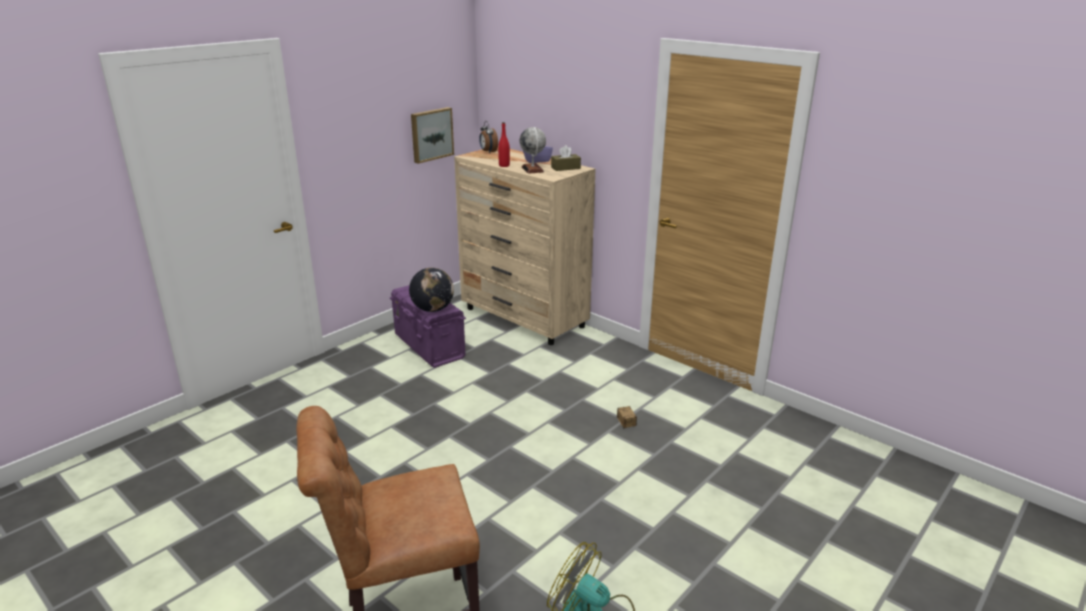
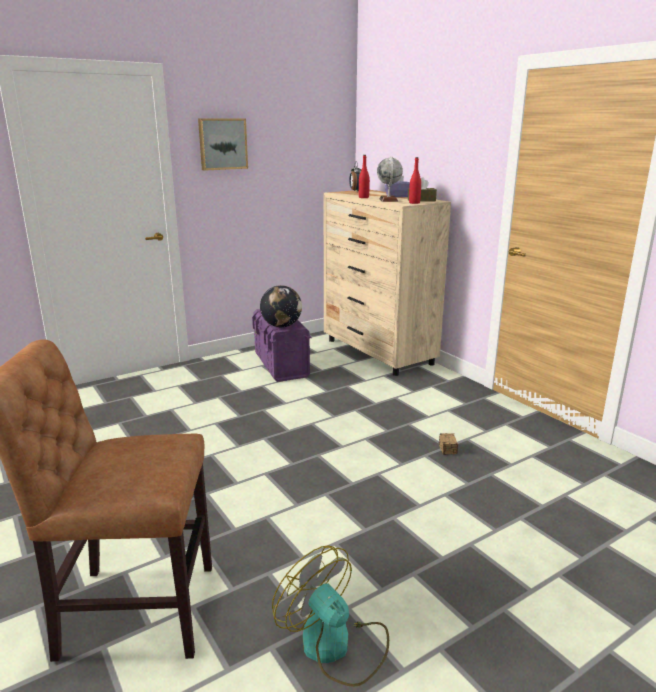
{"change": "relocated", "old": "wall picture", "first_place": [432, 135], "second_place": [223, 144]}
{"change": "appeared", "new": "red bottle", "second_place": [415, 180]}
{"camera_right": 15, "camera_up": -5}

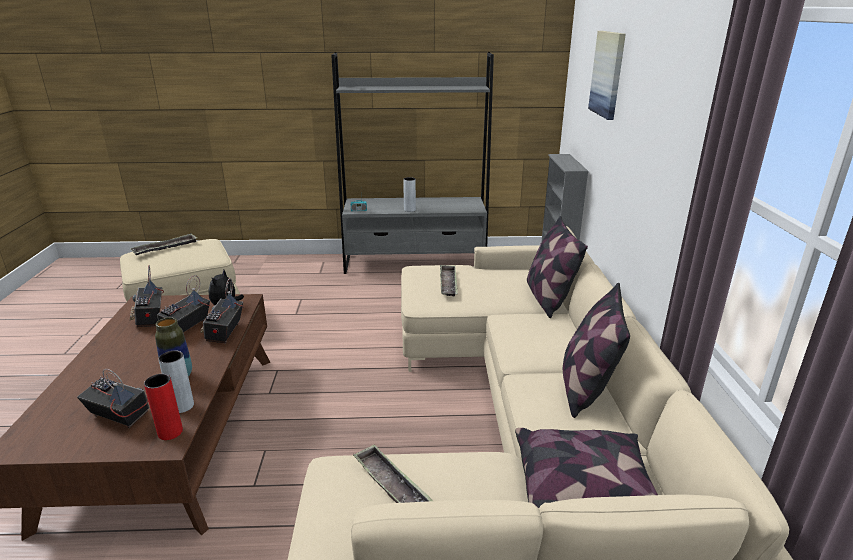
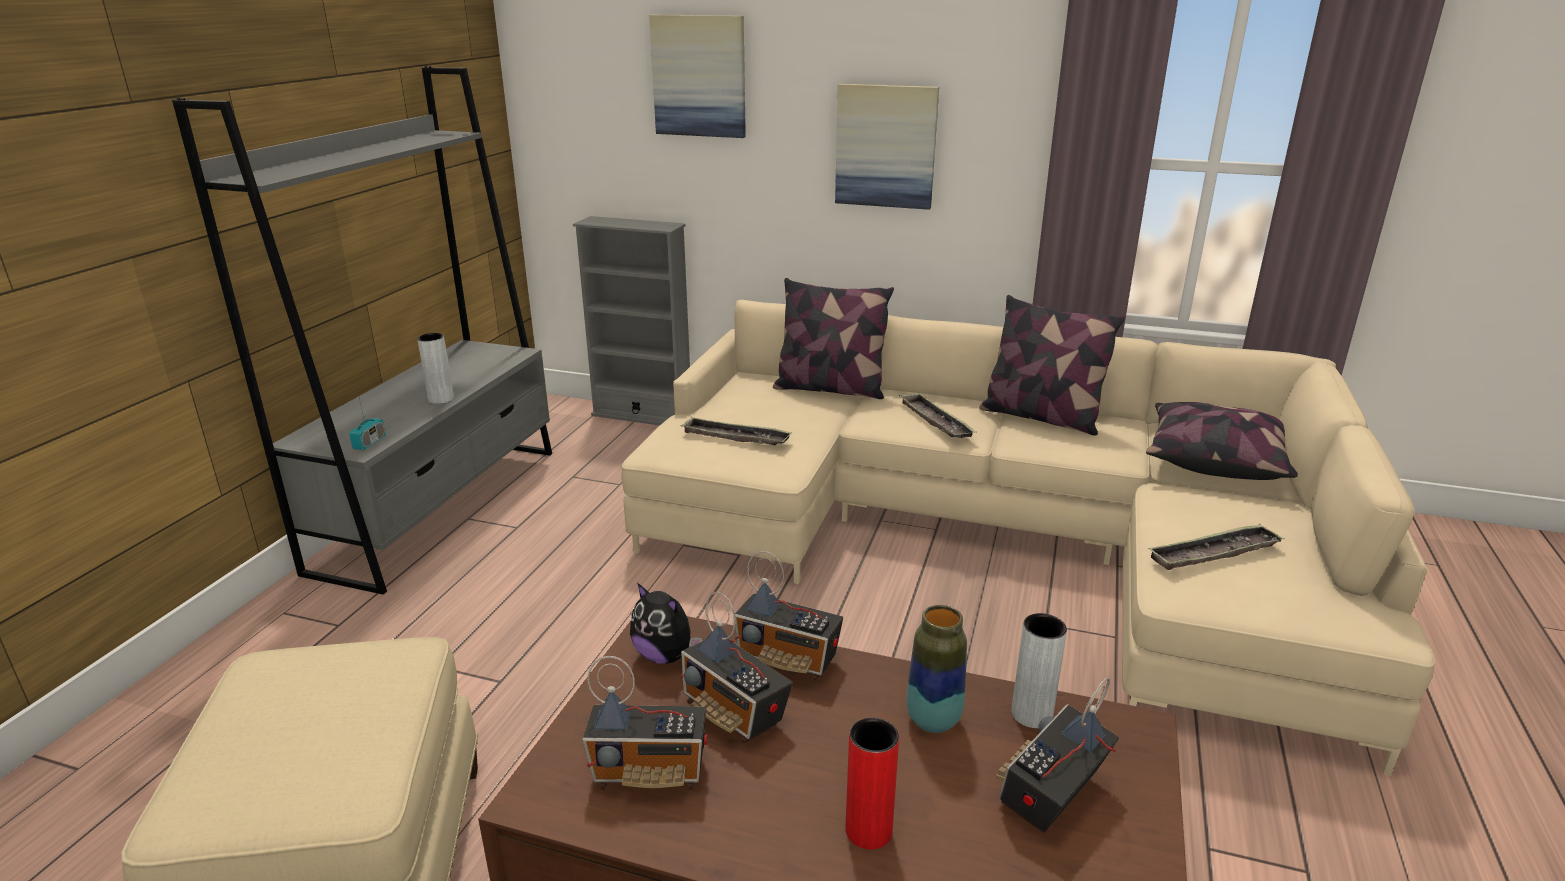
{"change": "appeared", "new": "wall picture", "second_place": [887, 147]}
{"change": "relocated", "old": "red flower vase", "first_place": [163, 407], "second_place": [872, 783]}
{"change": "relocated", "old": "tray", "first_place": [163, 244], "second_place": [938, 415]}
{"camera_right": -70, "camera_up": 0}

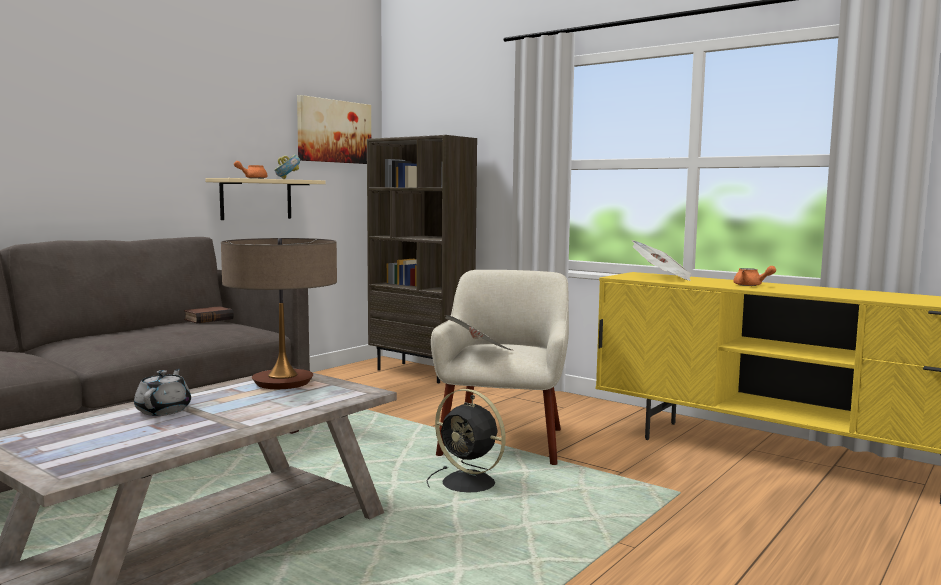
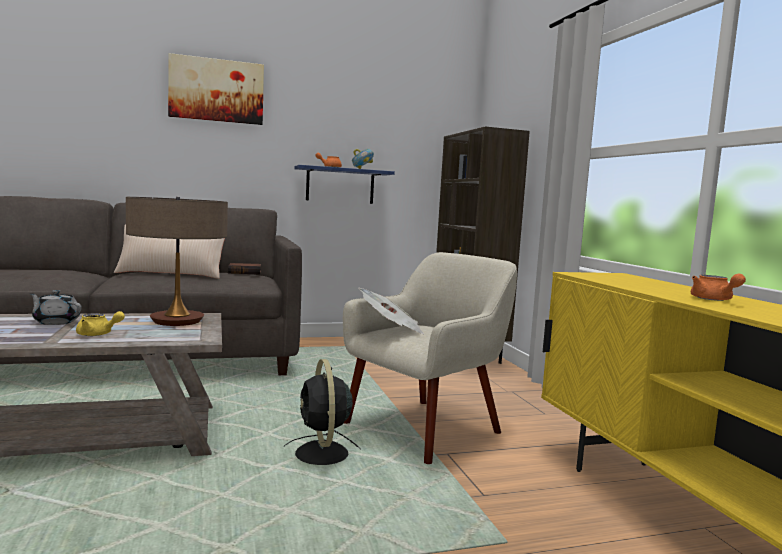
{"change": "spun", "old": "greyish pot for tea", "first_place": [162, 392], "second_place": [56, 307], "degrees": -105}
{"change": "appeared", "new": "yellowish pot for tea", "second_place": [100, 323]}
{"change": "appeared", "new": "beige throw pillow", "second_place": [169, 251]}
{"change": "relocated", "old": "wall picture", "first_place": [334, 129], "second_place": [216, 89]}
{"change": "colour", "old": "beige wall shelf", "new": "blue wall shelf", "first_place": [265, 199], "second_place": [344, 184]}
{"change": "missing", "old": "printed paper", "first_place": [661, 260]}
{"camera_right": 35, "camera_up": 0}

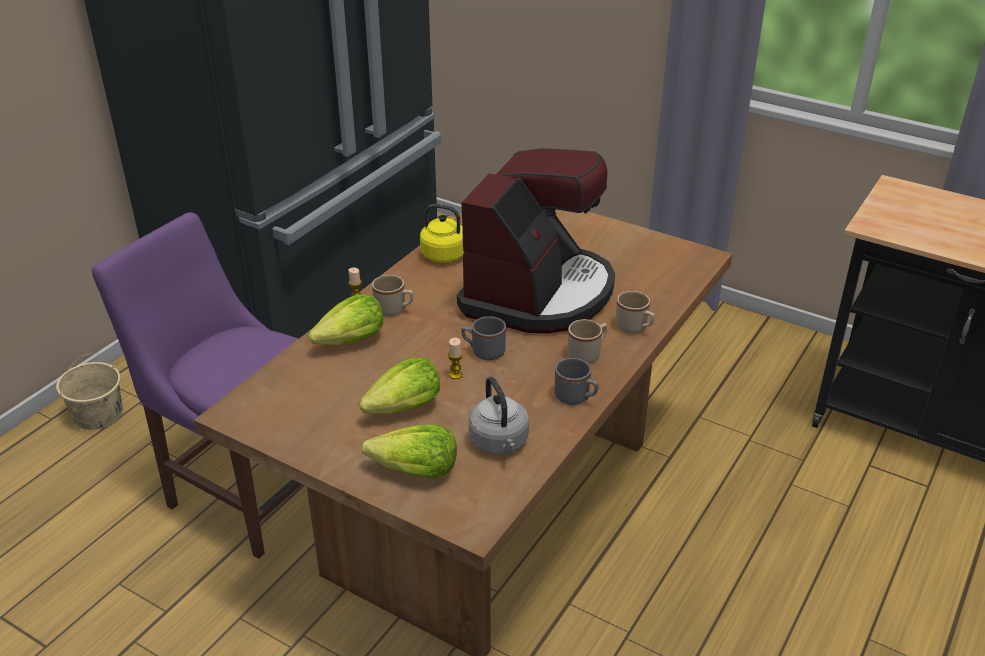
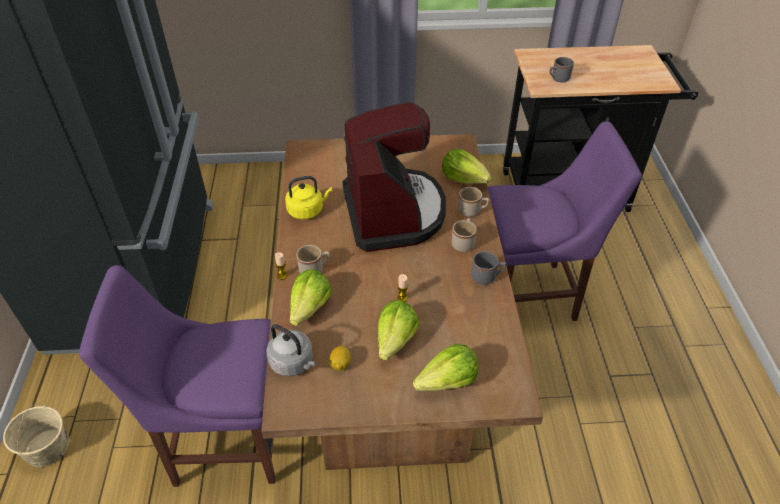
{"change": "relocated", "old": "greyish water kettle", "first_place": [499, 415], "second_place": [291, 350]}
{"change": "appeared", "new": "lemon", "second_place": [340, 358]}
{"change": "appeared", "new": "head of lettuce", "second_place": [467, 166]}
{"change": "appeared", "new": "purple plain chair", "second_place": [564, 221]}
{"change": "relocated", "old": "greyish tea mug", "first_place": [483, 338], "second_place": [561, 70]}
{"camera_right": -35, "camera_up": 10}

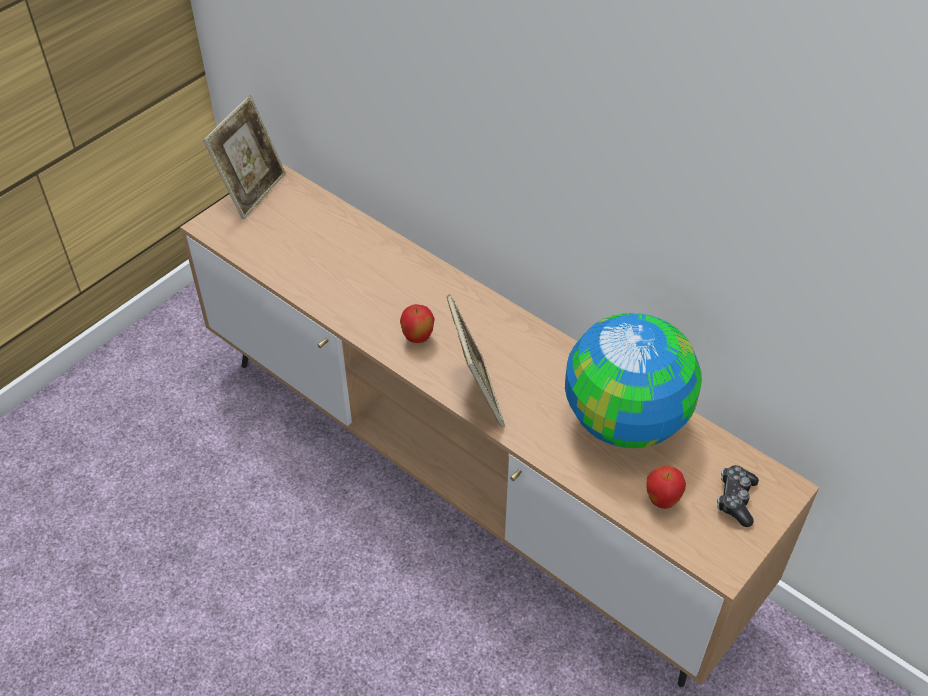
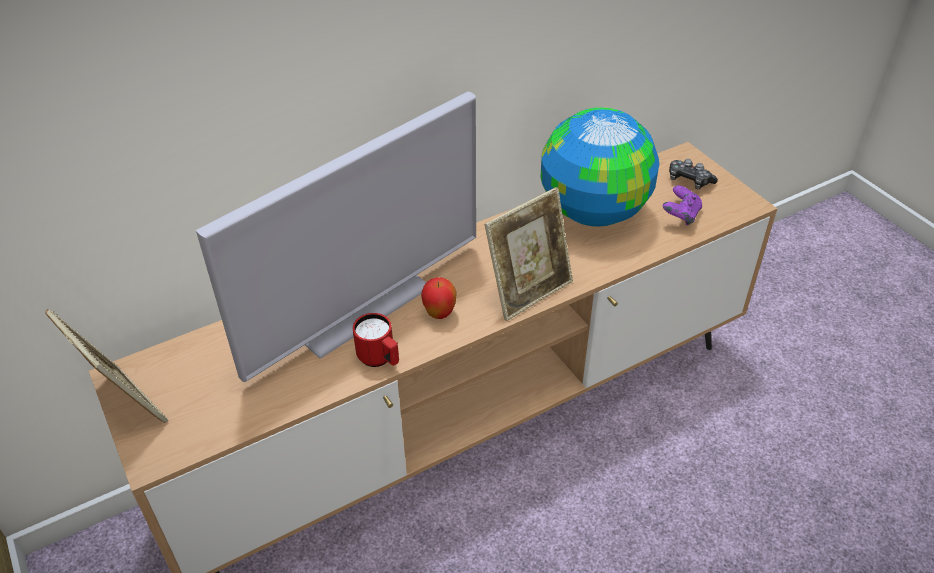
{"change": "appeared", "new": "television", "second_place": [336, 237]}
{"change": "appeared", "new": "red tea mug", "second_place": [376, 340]}
{"change": "spun", "old": "picture frame", "first_place": [476, 360], "second_place": [529, 254], "degrees": 135}
{"change": "exchanged", "old": "apple fruit", "new": "purple game controller", "first_place": [666, 487], "second_place": [682, 205]}
{"camera_right": -70, "camera_up": -5}

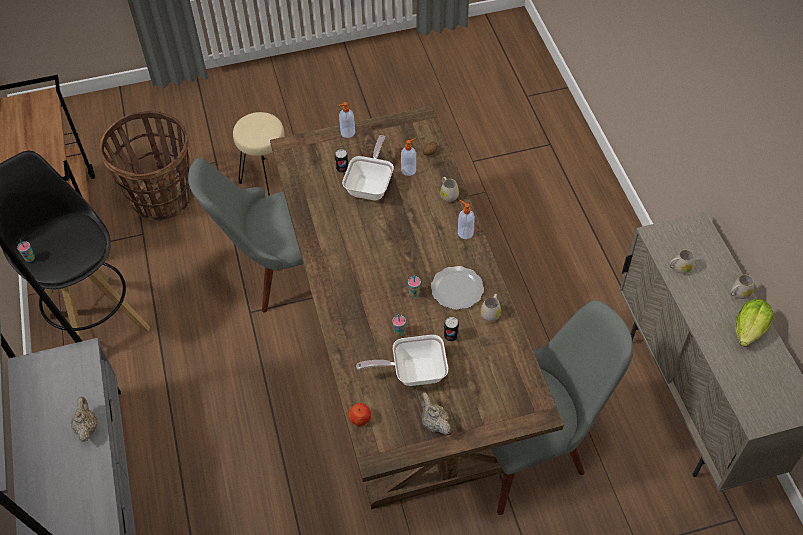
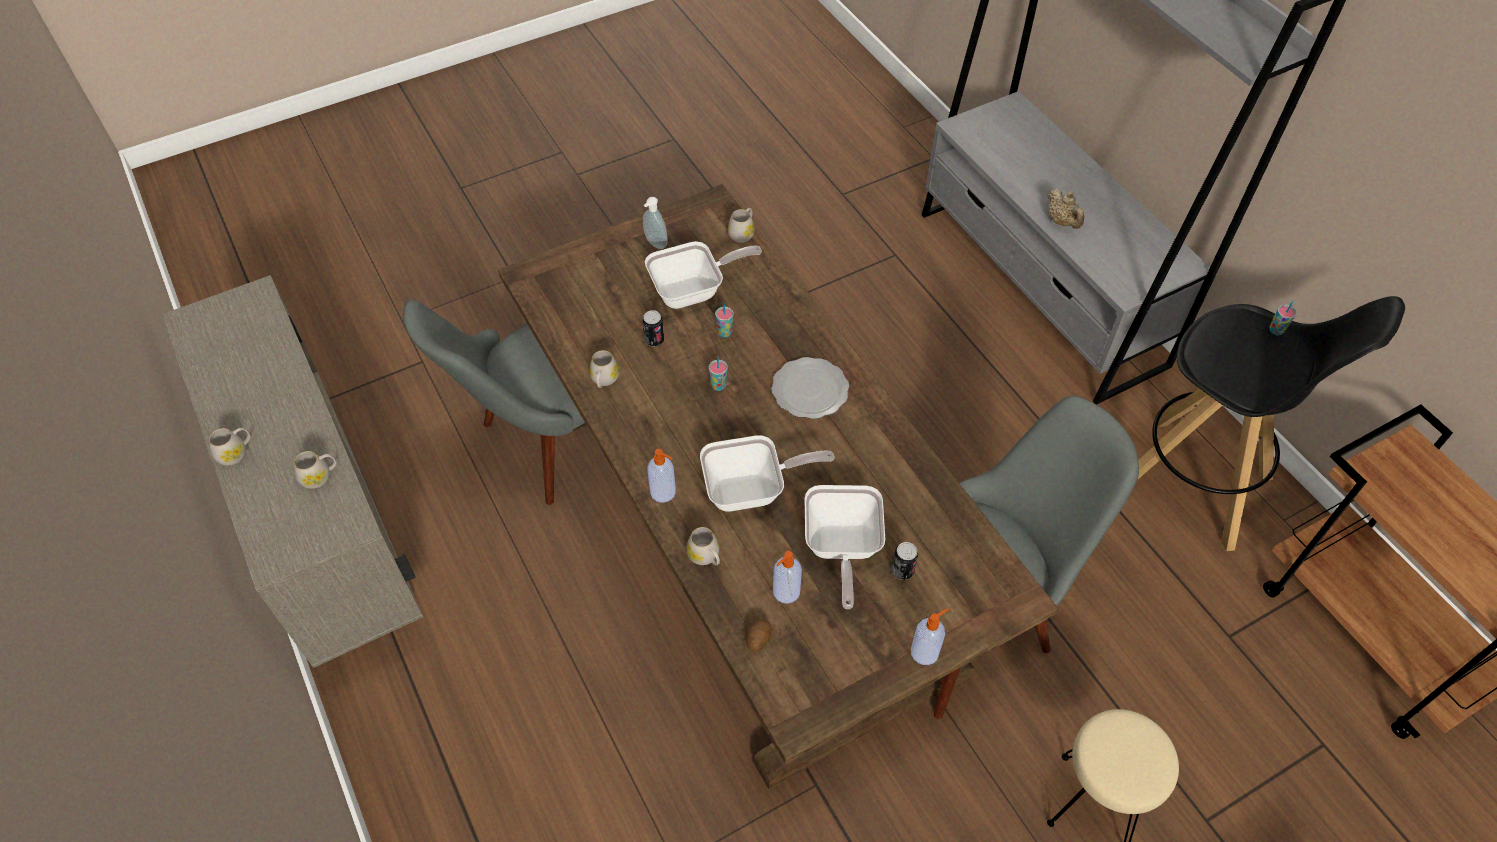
{"change": "exchanged", "old": "beige pot for tea", "new": "soap bottle", "first_place": [435, 413], "second_place": [655, 223]}
{"change": "appeared", "new": "skillet", "second_place": [767, 473]}
{"change": "exchanged", "old": "apple fruit", "new": "white-coloured tea mug", "first_place": [359, 414], "second_place": [741, 225]}
{"change": "relocated", "old": "plate", "first_place": [457, 288], "second_place": [810, 388]}
{"change": "missing", "old": "storage basket", "first_place": [146, 166]}
{"change": "missing", "old": "head of lettuce", "first_place": [754, 323]}
{"camera_right": 165, "camera_up": 0}

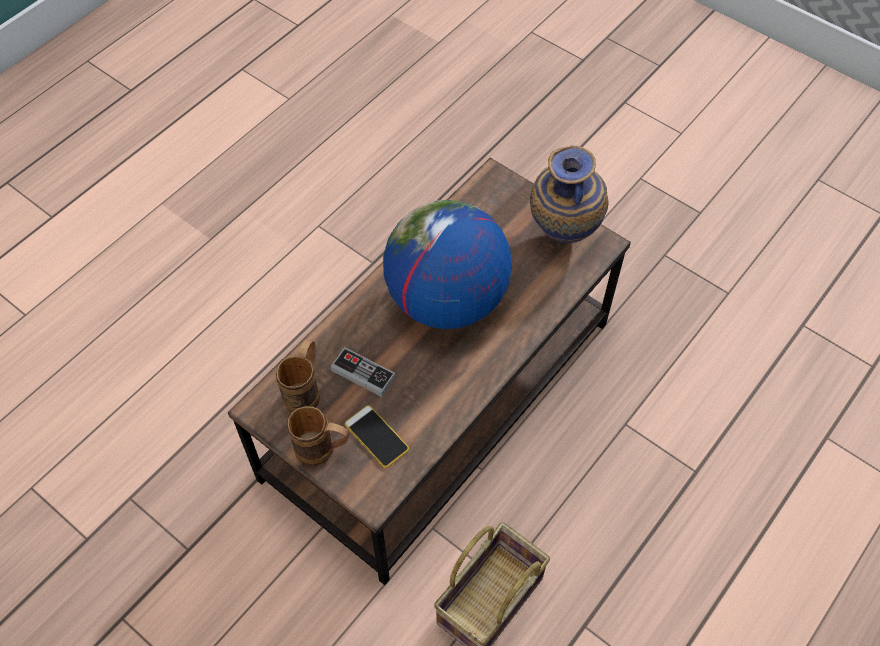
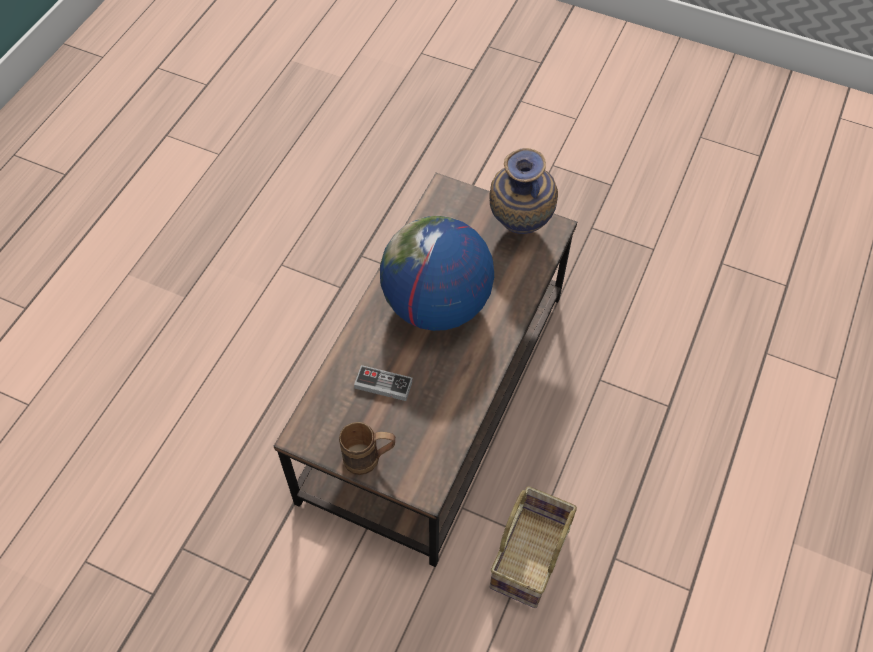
{"change": "missing", "old": "brown tea mug", "first_place": [298, 375]}
{"change": "missing", "old": "handset", "first_place": [377, 436]}
{"camera_right": -15, "camera_up": 0}

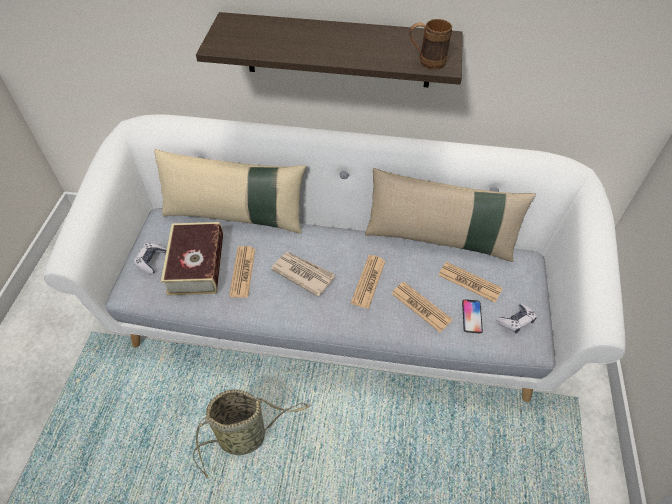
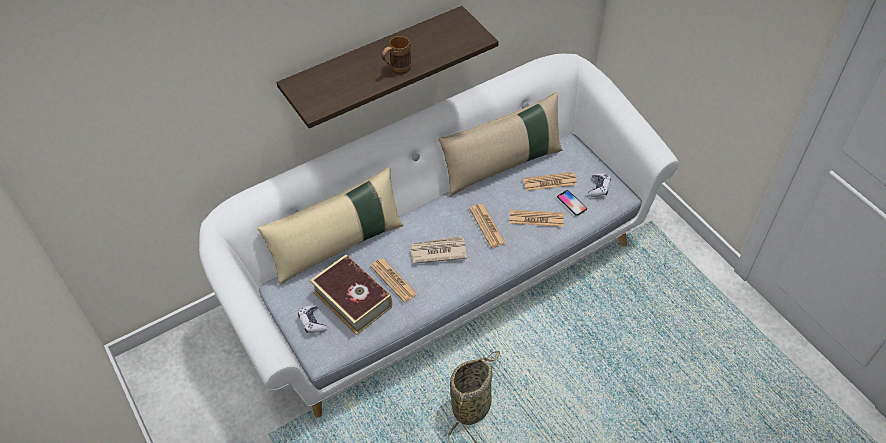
{"change": "relocated", "old": "brown tea mug", "first_place": [430, 44], "second_place": [396, 55]}
{"camera_right": -40, "camera_up": 0}

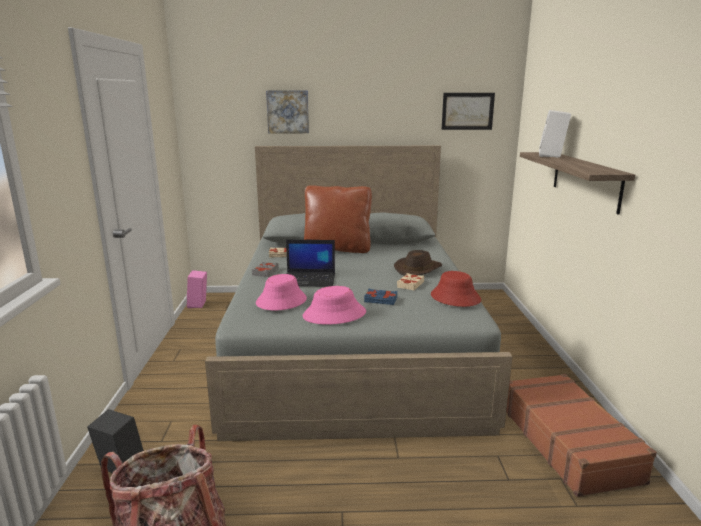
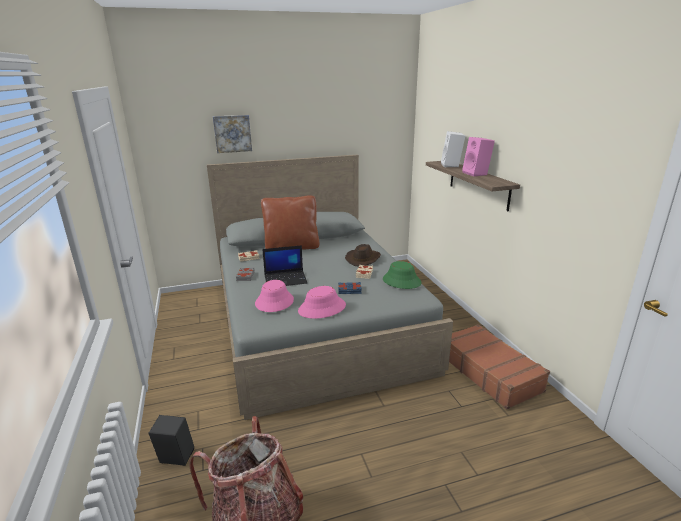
{"change": "colour", "old": "red clothing hat", "new": "greenish clothing hat", "first_place": [456, 289], "second_place": [402, 275]}
{"change": "relocated", "old": "pink loudspeaker", "first_place": [197, 289], "second_place": [478, 157]}
{"change": "missing", "old": "wall picture", "first_place": [468, 111]}
{"camera_right": -15, "camera_up": 5}

